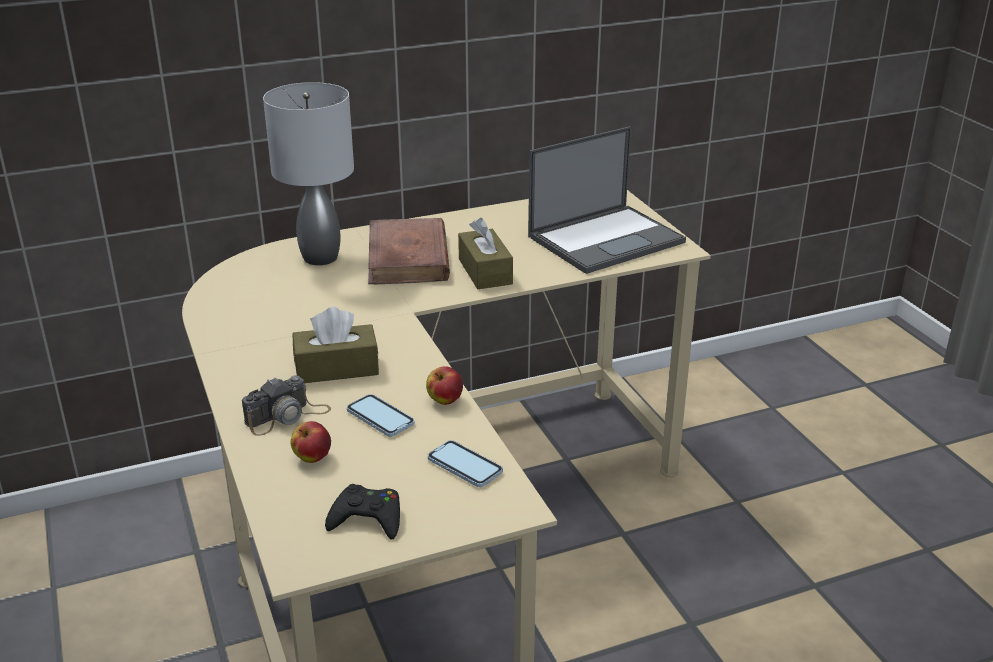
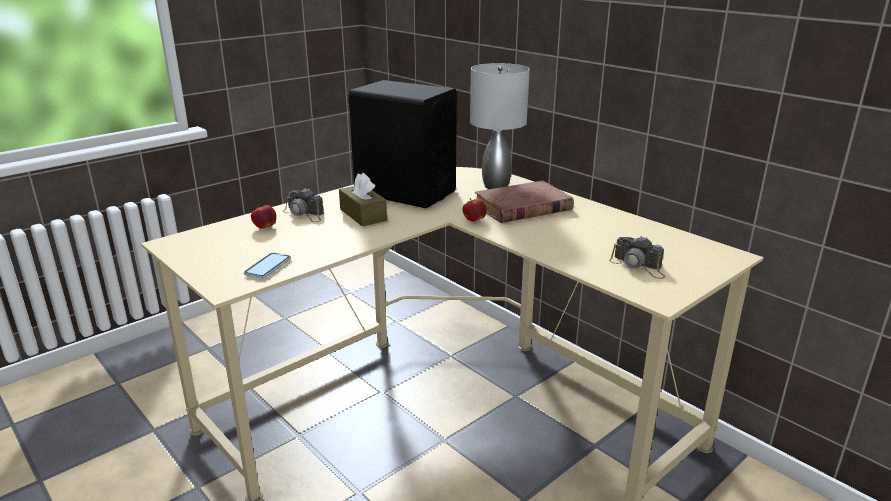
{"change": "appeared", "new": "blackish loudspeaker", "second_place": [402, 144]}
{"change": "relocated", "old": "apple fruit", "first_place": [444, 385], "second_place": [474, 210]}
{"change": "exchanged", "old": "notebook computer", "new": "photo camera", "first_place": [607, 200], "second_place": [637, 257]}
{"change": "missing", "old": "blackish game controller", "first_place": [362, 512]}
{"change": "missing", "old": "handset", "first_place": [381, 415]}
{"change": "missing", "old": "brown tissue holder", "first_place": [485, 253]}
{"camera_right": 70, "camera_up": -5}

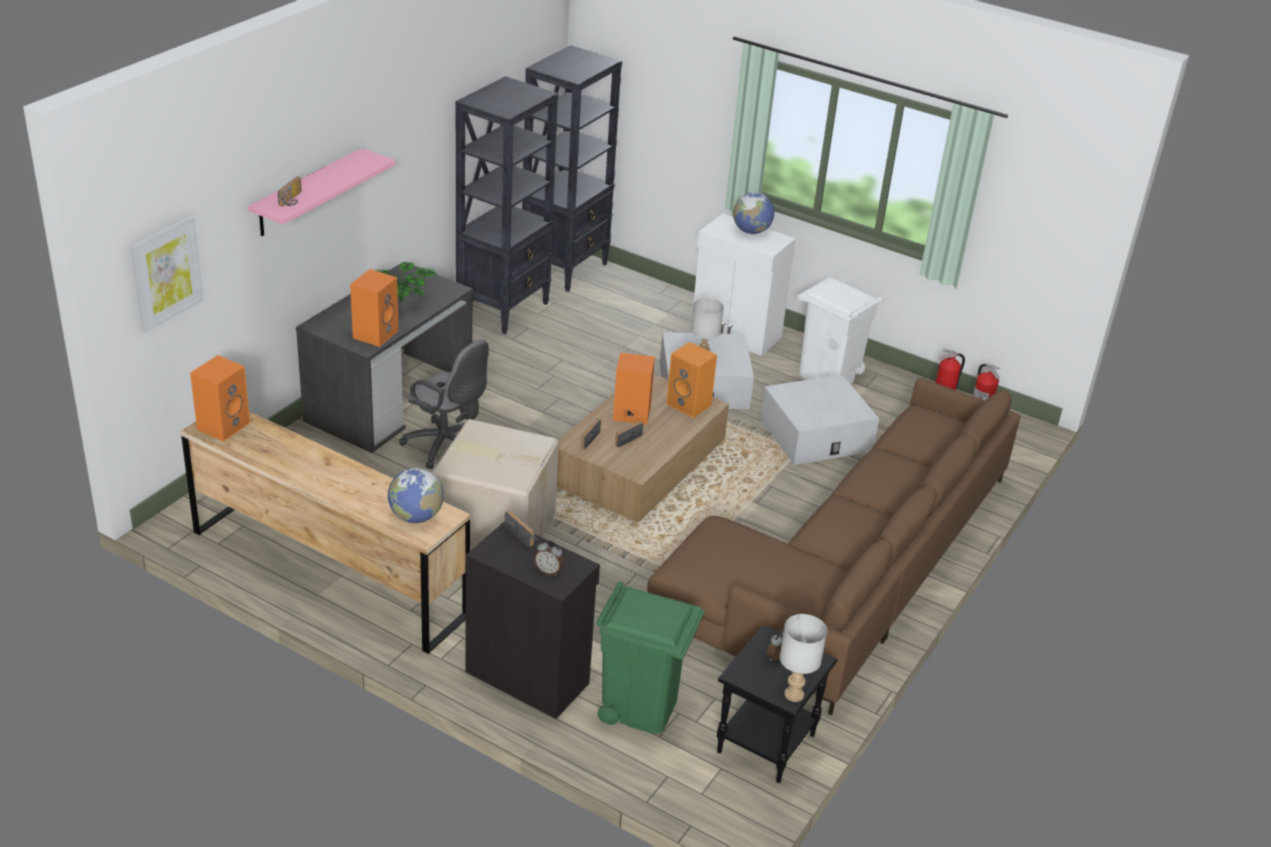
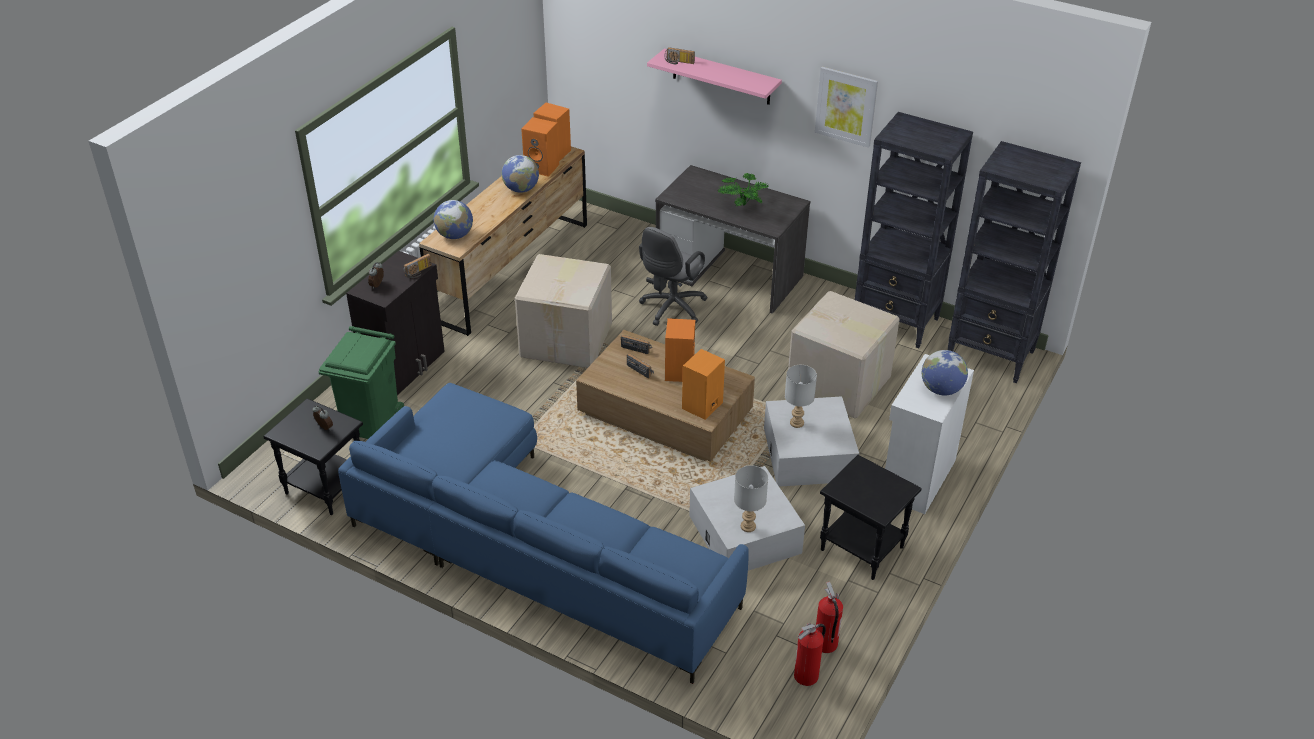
{"change": "colour", "old": "brown settee", "new": "blue settee", "first_place": [833, 546], "second_place": [543, 533]}
{"change": "appeared", "new": "desk globe", "second_place": [520, 174]}
{"change": "relocated", "old": "orangey loudspeaker", "first_place": [374, 308], "second_place": [540, 147]}
{"change": "relocated", "old": "greyish tabletop lamp", "first_place": [803, 658], "second_place": [751, 498]}
{"change": "appeared", "new": "cardboard box", "second_place": [844, 355]}
{"change": "relocated", "old": "wall picture", "first_place": [167, 274], "second_place": [846, 107]}
{"change": "exchanged", "old": "white-coloured waste bin", "new": "blackish accent table", "first_place": [839, 331], "second_place": [871, 517]}
{"camera_right": 90, "camera_up": 5}

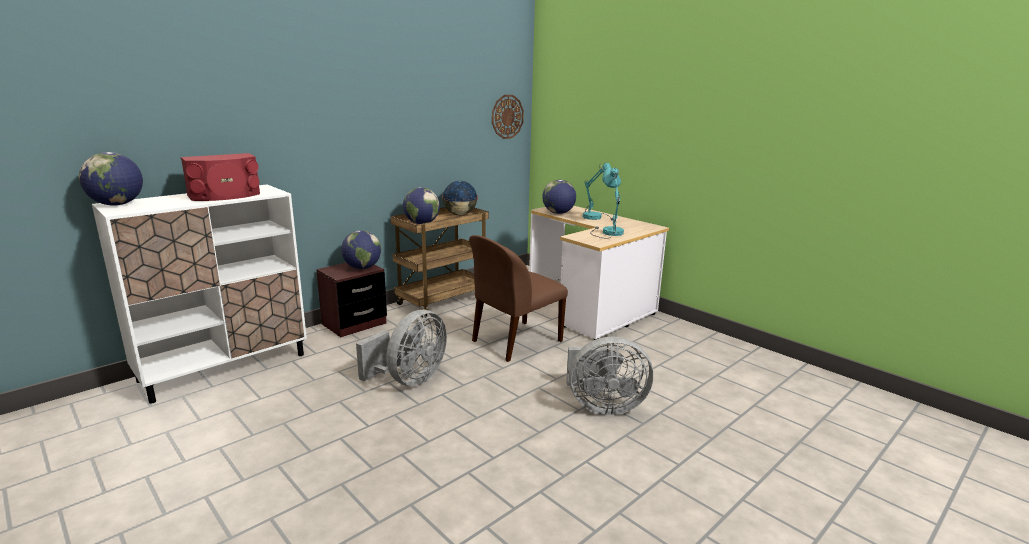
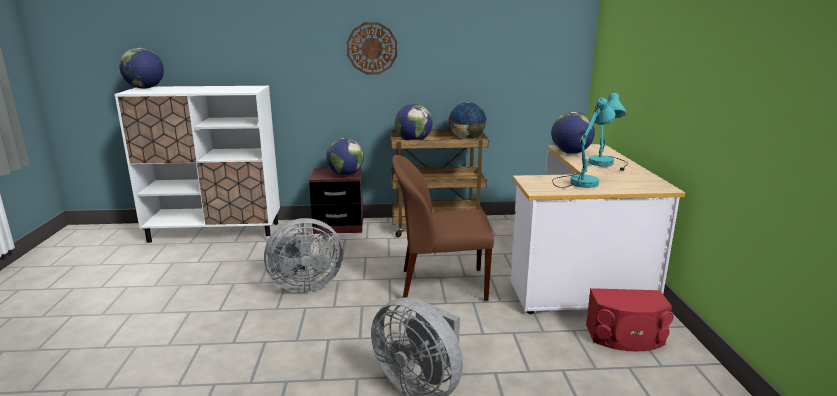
{"change": "relocated", "old": "hanging clock", "first_place": [508, 117], "second_place": [372, 48]}
{"change": "relocated", "old": "red loudspeaker", "first_place": [220, 177], "second_place": [629, 319]}
{"camera_right": 40, "camera_up": 0}

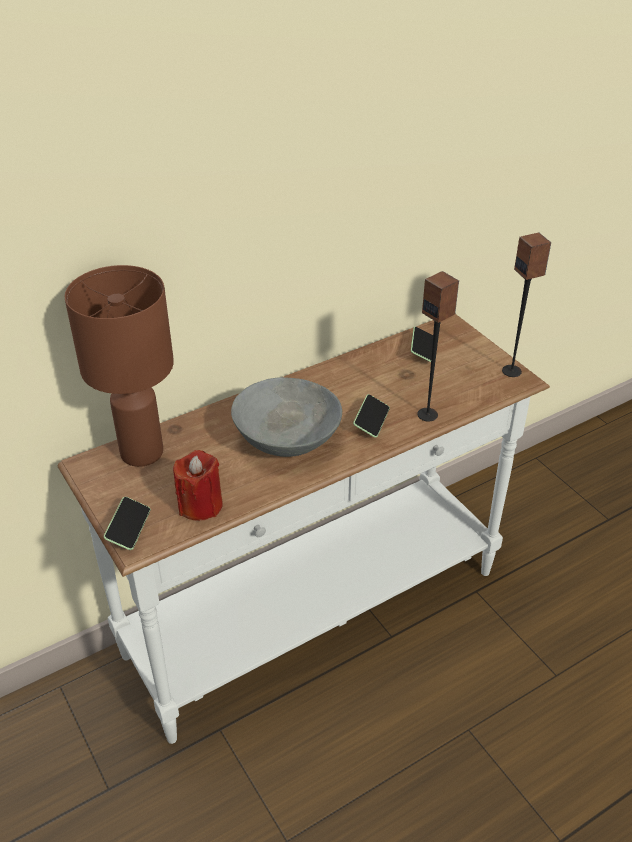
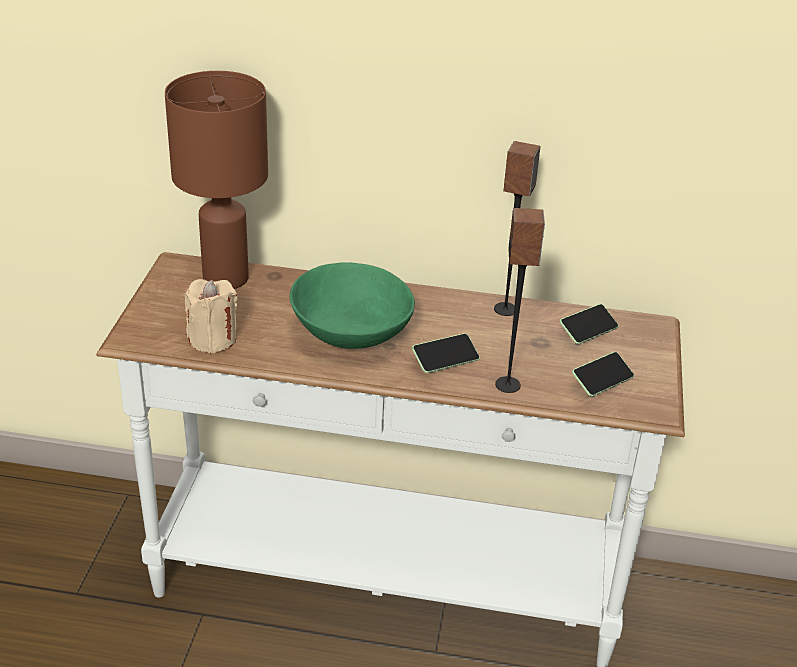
{"change": "colour", "old": "red wax candle", "new": "beige wax candle", "first_place": [198, 485], "second_place": [211, 316]}
{"change": "colour", "old": "greyish deep dish", "new": "greenish deep dish", "first_place": [286, 417], "second_place": [352, 305]}
{"change": "relocated", "old": "loudspeaker", "first_place": [526, 305], "second_place": [517, 228]}
{"change": "relocated", "old": "handset", "first_place": [127, 523], "second_place": [603, 374]}
{"camera_right": 40, "camera_up": -5}

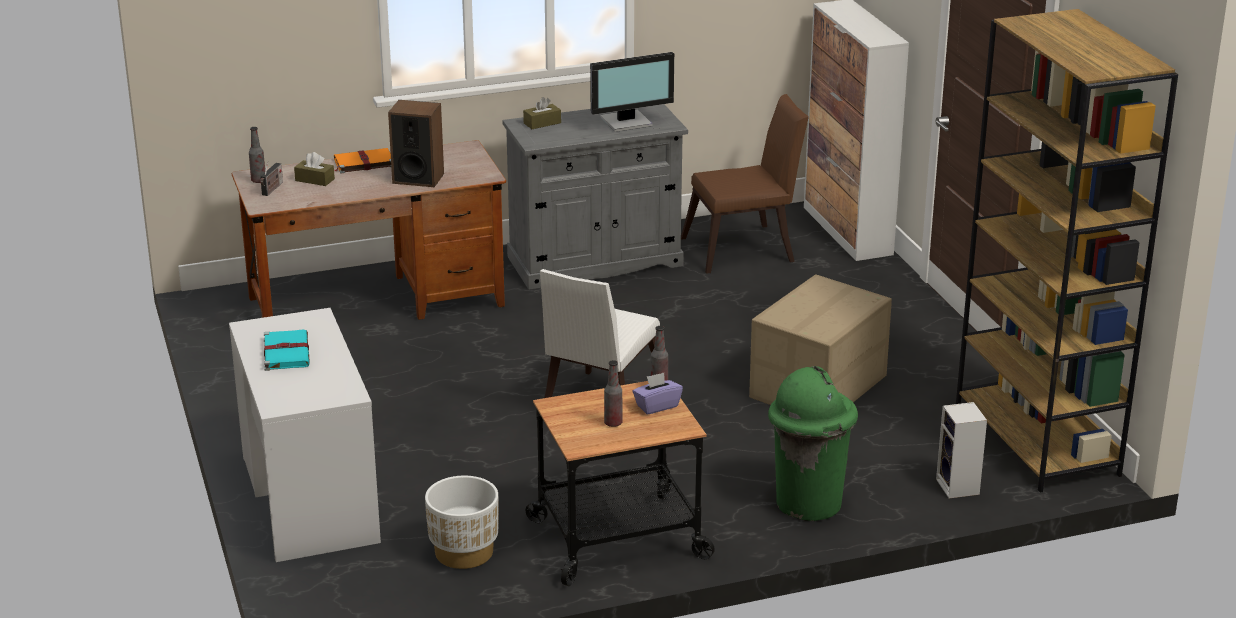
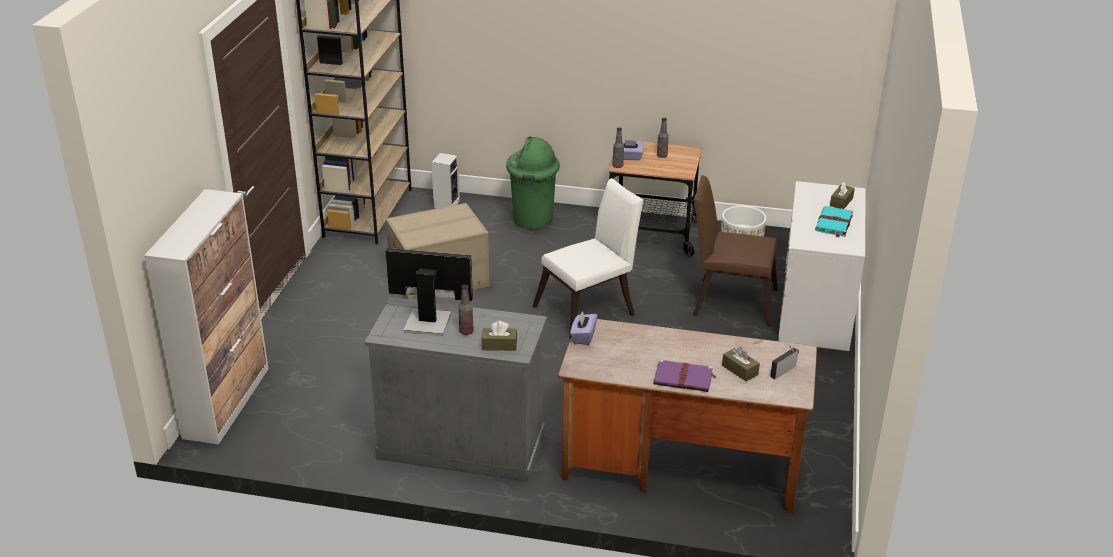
{"change": "relocated", "old": "bottle", "first_place": [257, 155], "second_place": [466, 310]}
{"change": "appeared", "new": "purple tissue holder", "second_place": [583, 327]}
{"change": "colour", "old": "orangey bound book", "new": "purple bound book", "first_place": [362, 160], "second_place": [685, 375]}
{"change": "relocated", "old": "brown plain chair", "first_place": [745, 184], "second_place": [735, 251]}
{"change": "appeared", "new": "brown tissue holder", "second_place": [842, 195]}
{"change": "missing", "old": "loudspeaker", "first_place": [416, 143]}
{"camera_right": -150, "camera_up": 5}

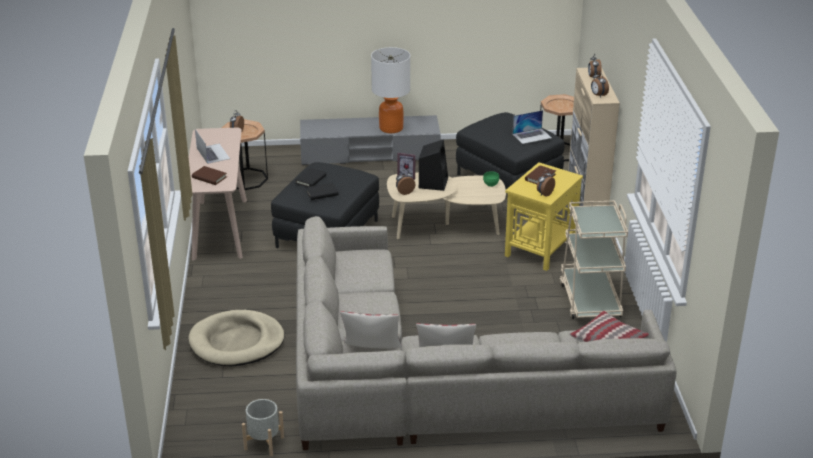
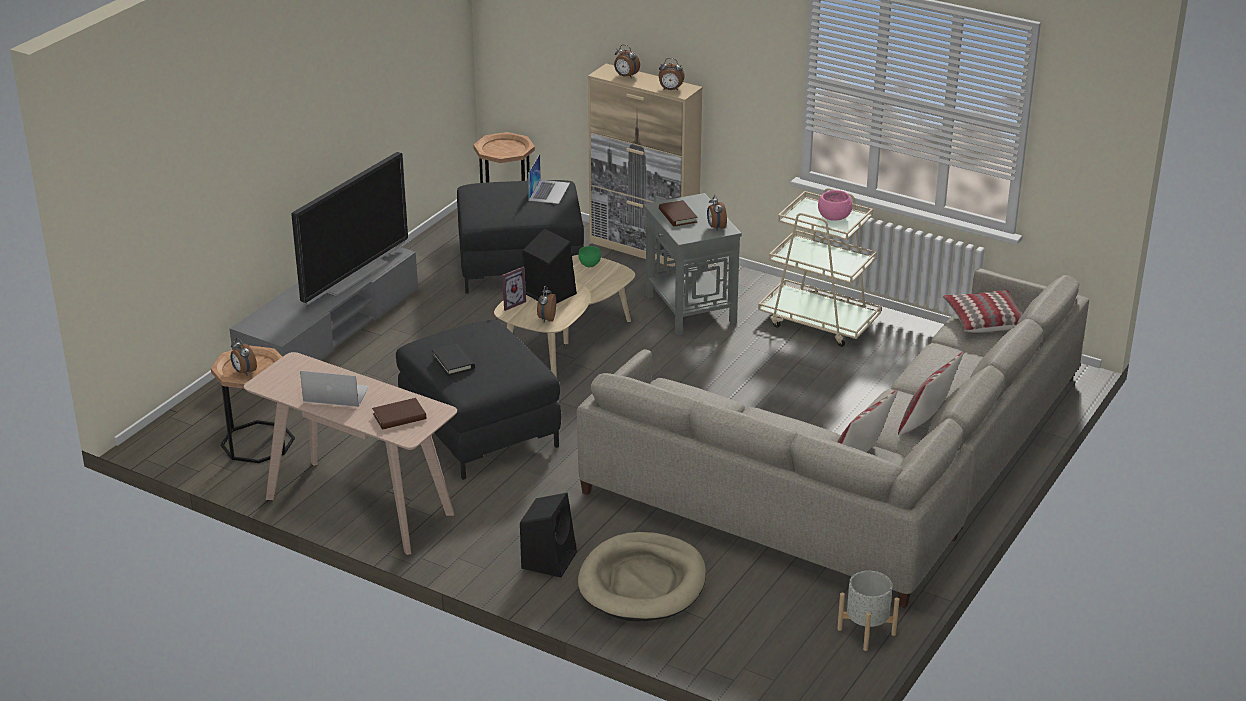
{"change": "exchanged", "old": "tabletop lamp", "new": "television", "first_place": [390, 90], "second_place": [349, 228]}
{"change": "appeared", "new": "blackish loudspeaker", "second_place": [548, 535]}
{"change": "colour", "old": "yellowish accent table", "new": "greyish accent table", "first_place": [544, 216], "second_place": [692, 264]}
{"change": "appeared", "new": "pink deep dish", "second_place": [835, 205]}
{"change": "missing", "old": "blackish bound book", "first_place": [322, 191]}
{"camera_right": -55, "camera_up": 0}

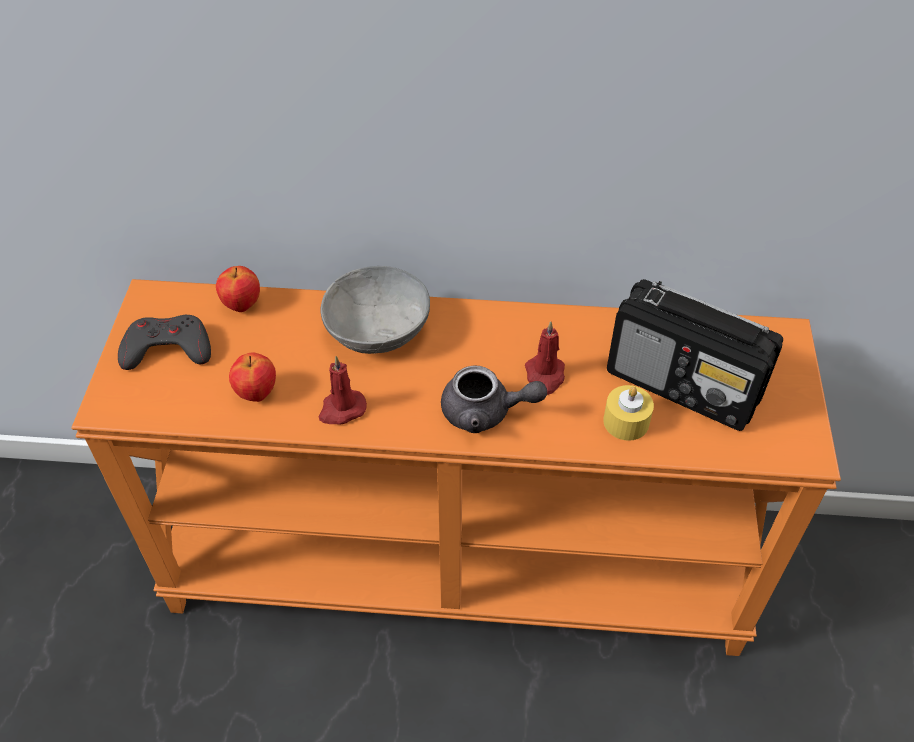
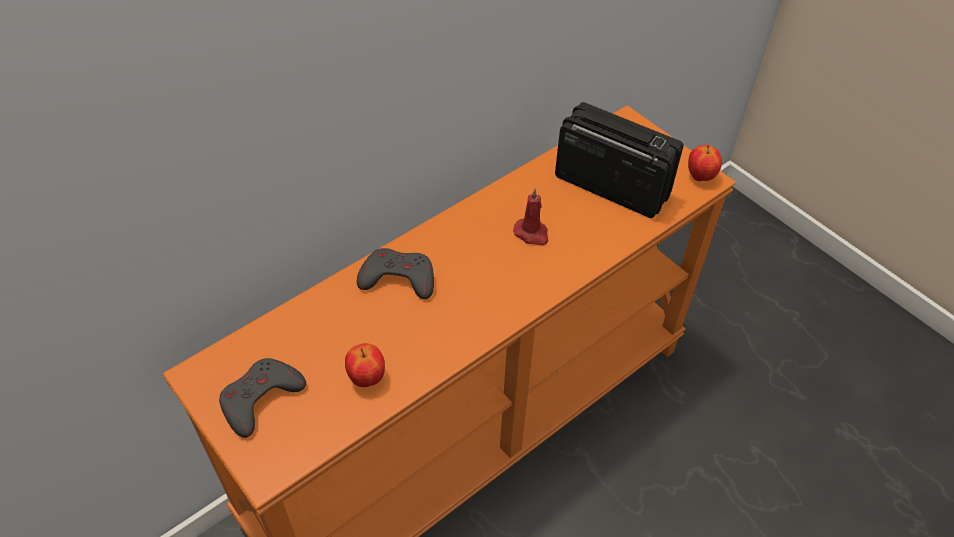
{"change": "exchanged", "old": "greyish deep dish", "new": "greyish game controller", "first_place": [375, 310], "second_place": [395, 273]}
{"change": "spun", "old": "radio set", "first_place": [695, 355], "second_place": [619, 160], "degrees": -135}
{"change": "relocated", "old": "apple fruit", "first_place": [238, 289], "second_place": [705, 163]}
{"change": "missing", "old": "red wax candle", "first_place": [342, 390]}
{"change": "missing", "old": "greyish pot for tea", "first_place": [494, 399]}
{"change": "missing", "old": "yellowish wax candle", "first_place": [628, 413]}
{"camera_right": -45, "camera_up": 0}

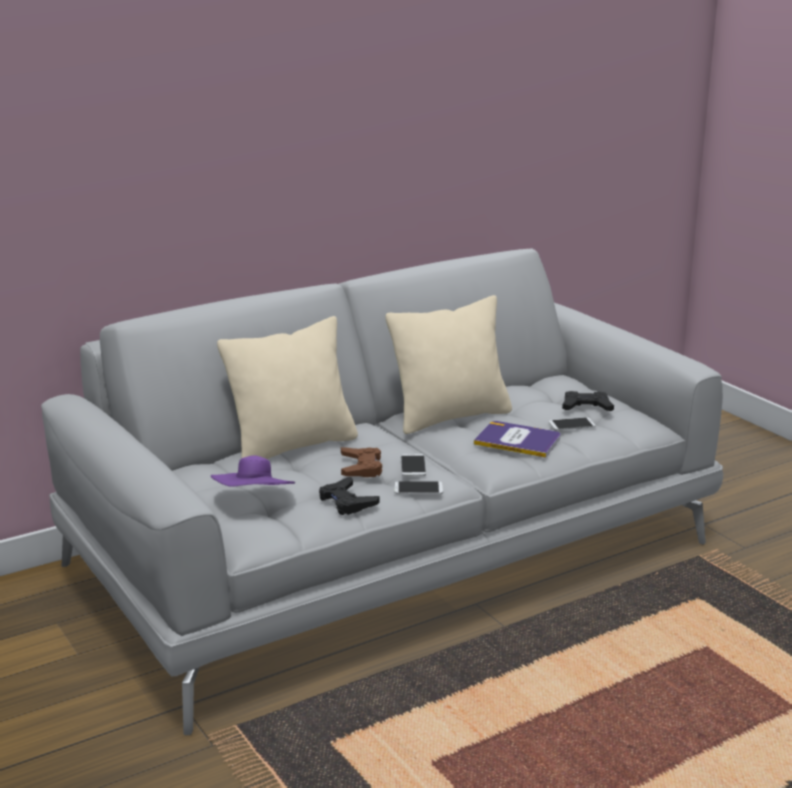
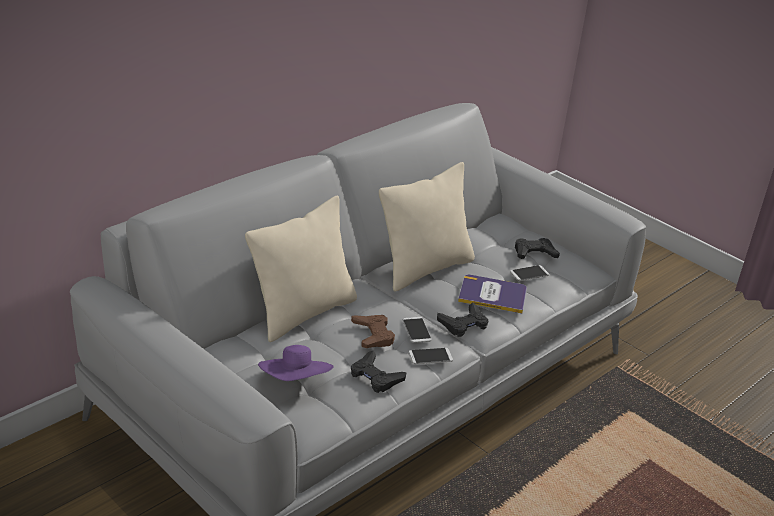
{"change": "appeared", "new": "blackish game controller", "second_place": [462, 319]}
{"camera_right": -15, "camera_up": 10}

